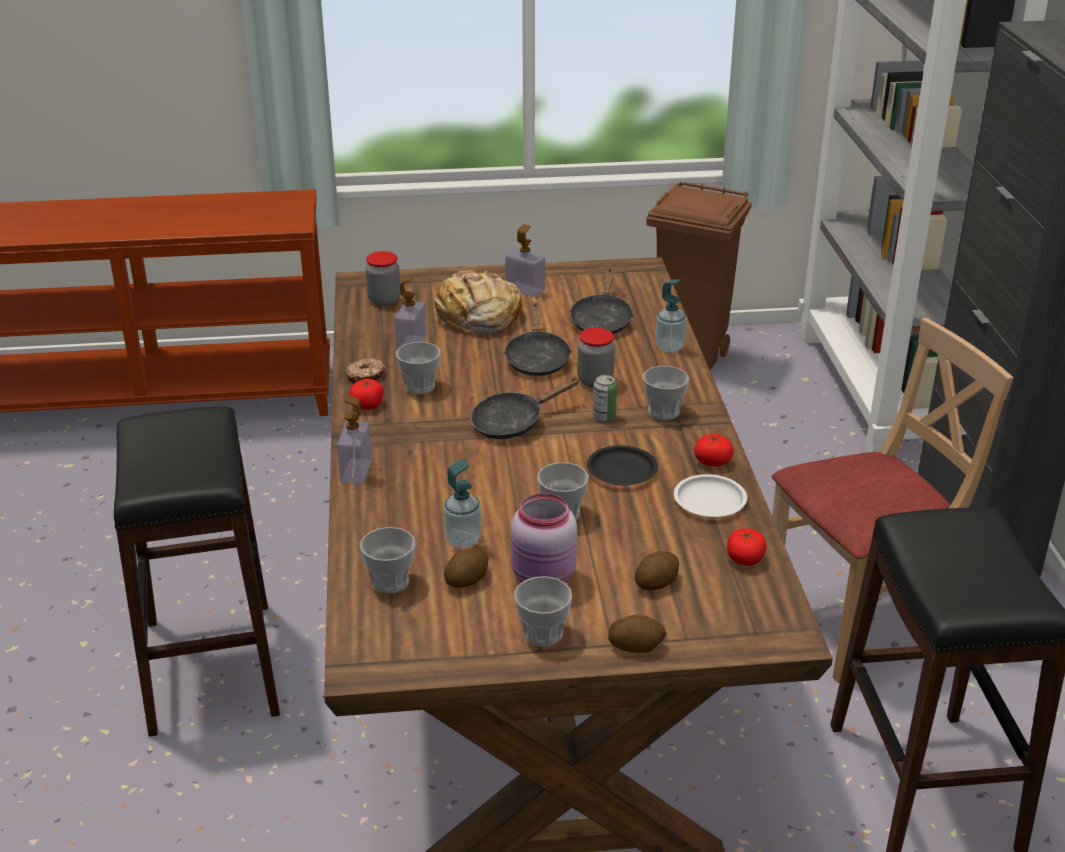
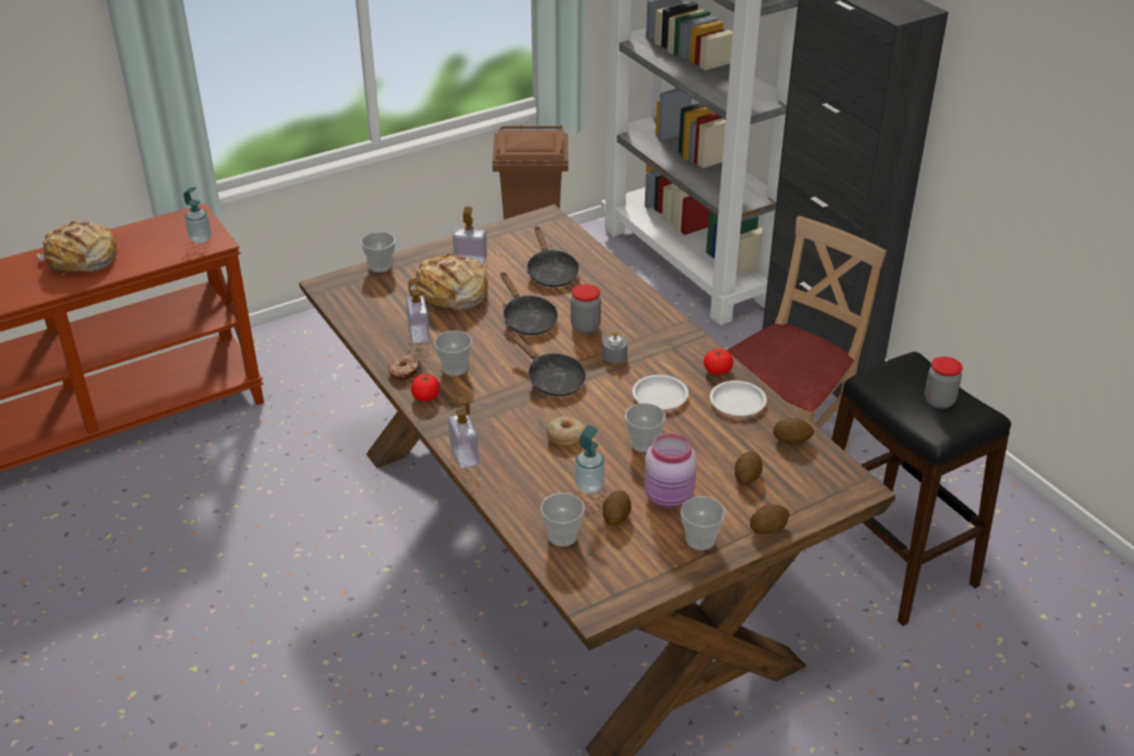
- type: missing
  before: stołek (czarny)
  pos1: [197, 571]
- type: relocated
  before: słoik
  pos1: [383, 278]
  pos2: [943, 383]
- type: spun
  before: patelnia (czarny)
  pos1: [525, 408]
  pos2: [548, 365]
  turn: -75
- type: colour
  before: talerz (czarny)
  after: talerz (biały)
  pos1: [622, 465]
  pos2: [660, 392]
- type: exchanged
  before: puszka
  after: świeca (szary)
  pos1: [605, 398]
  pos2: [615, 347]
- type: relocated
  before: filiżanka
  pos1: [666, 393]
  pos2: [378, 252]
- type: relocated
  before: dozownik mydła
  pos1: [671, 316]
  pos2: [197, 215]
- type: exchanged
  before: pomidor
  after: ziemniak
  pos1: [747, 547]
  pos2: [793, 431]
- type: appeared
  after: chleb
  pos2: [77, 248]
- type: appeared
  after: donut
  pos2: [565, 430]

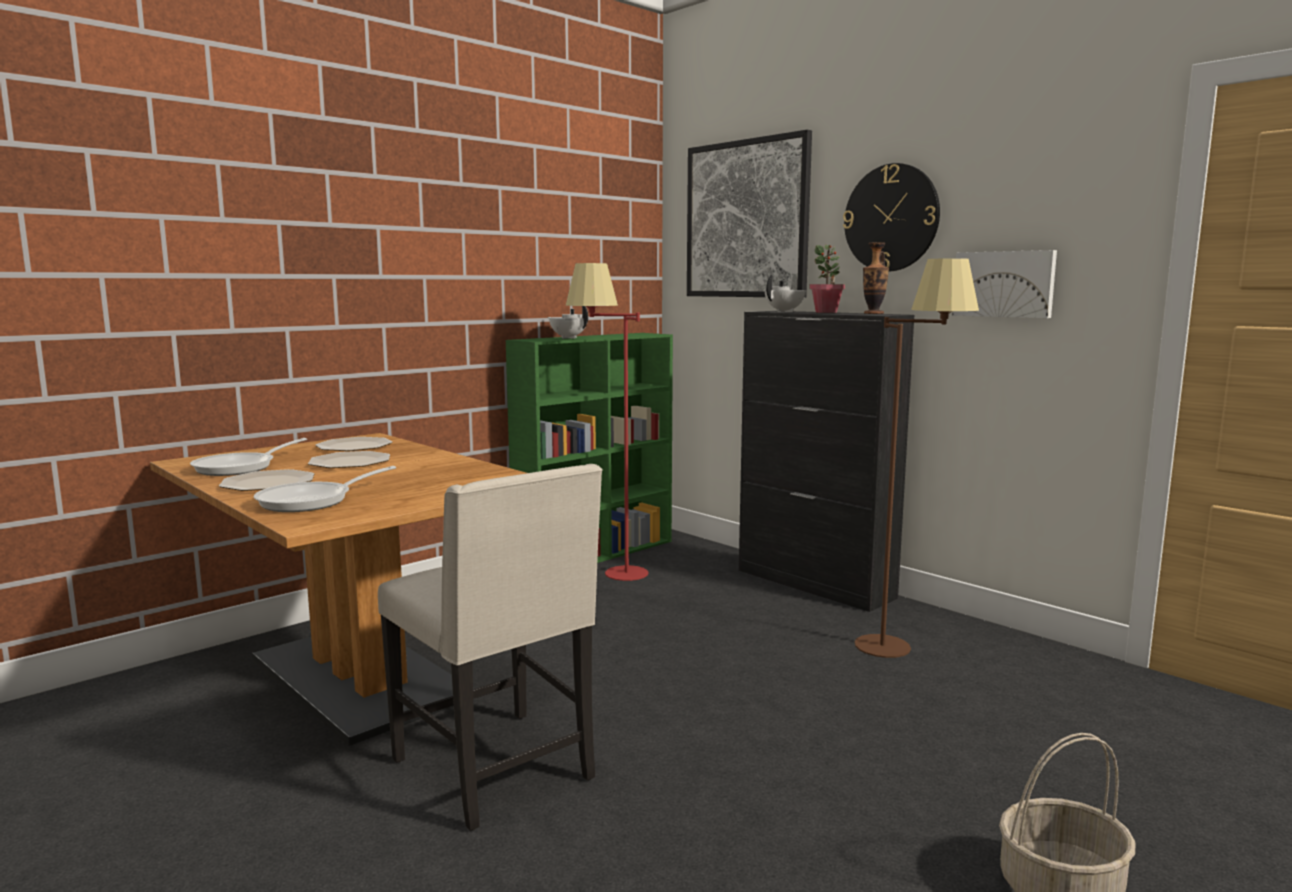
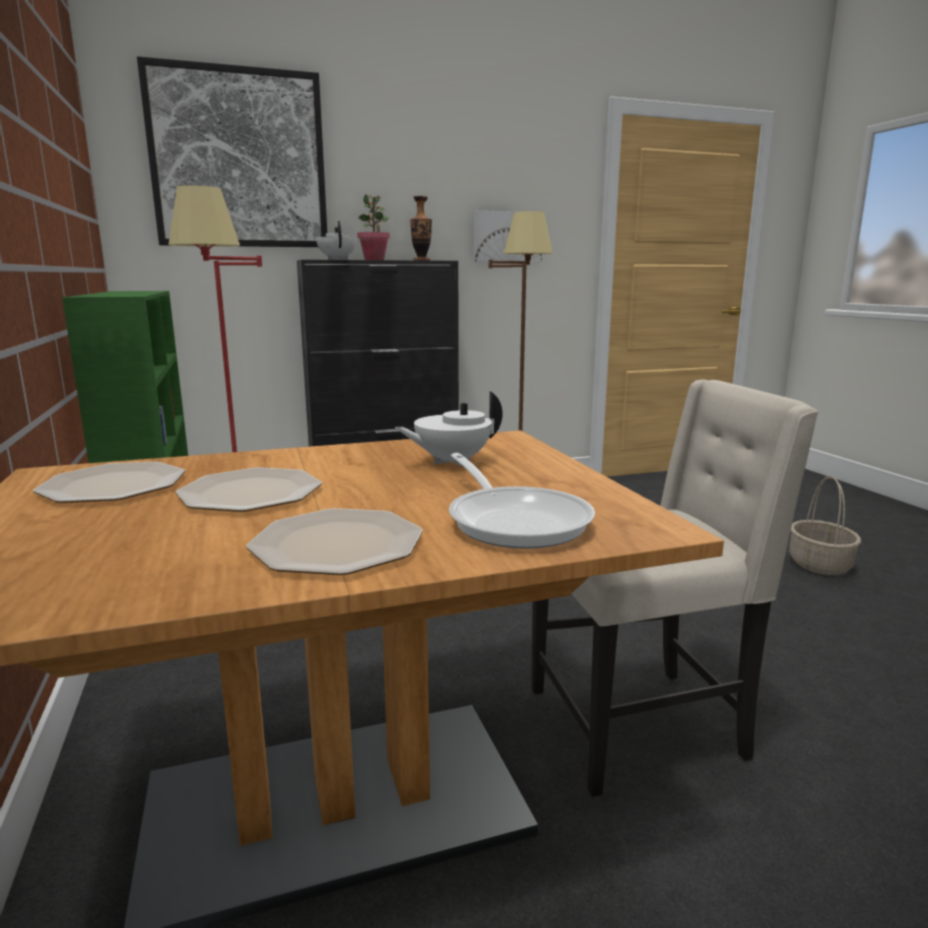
- type: missing
  before: patelnia
  pos1: [248, 457]
- type: relocated
  before: imbryk (biały)
  pos1: [568, 322]
  pos2: [448, 428]
- type: missing
  before: zegar ścienny
  pos1: [891, 217]

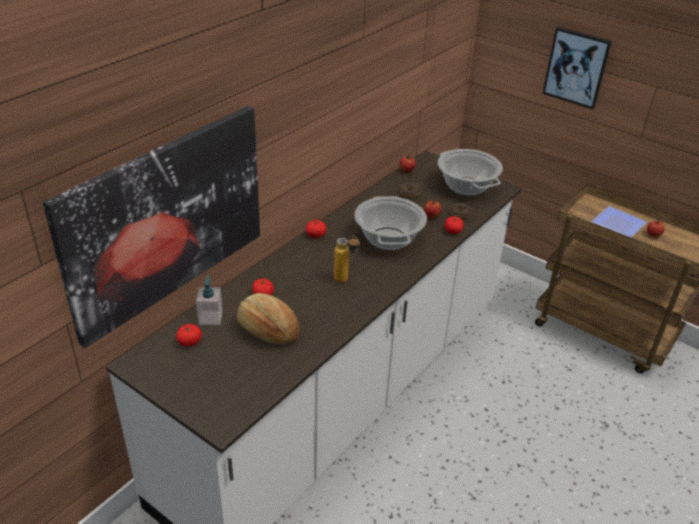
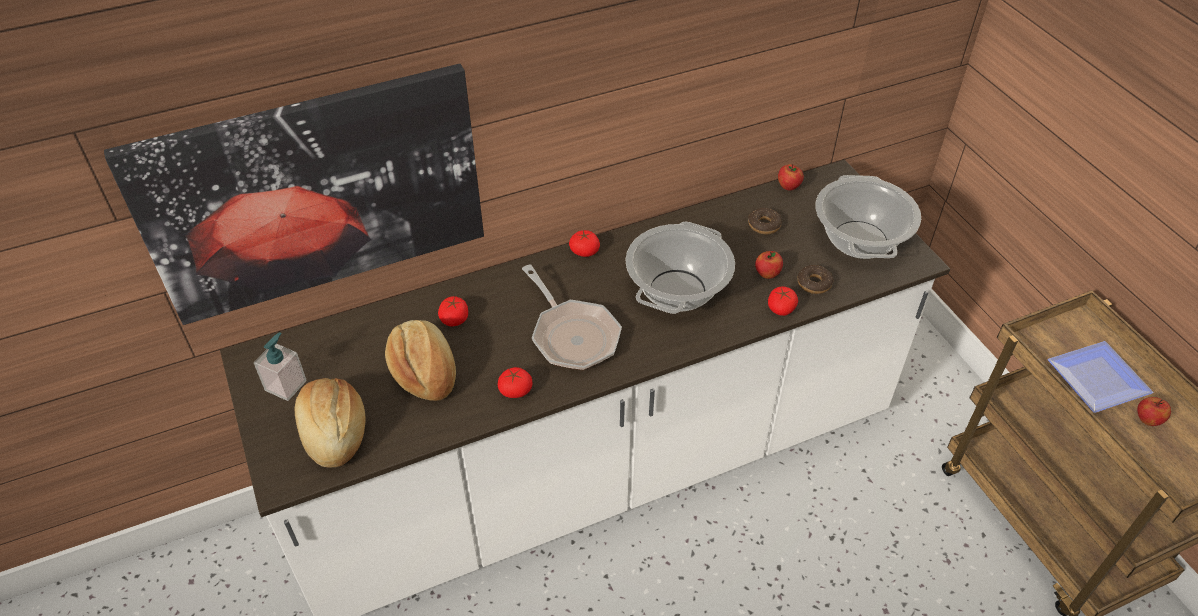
- type: relocated
  before: pomidor
  pos1: [189, 335]
  pos2: [515, 382]
- type: relocated
  before: dozownik mydła
  pos1: [209, 300]
  pos2: [280, 366]
- type: exchanged
  before: butelka
  after: patelnia
  pos1: [347, 259]
  pos2: [572, 317]
- type: missing
  before: obraz
  pos1: [577, 68]
- type: appeared
  after: chleb
  pos2: [330, 423]

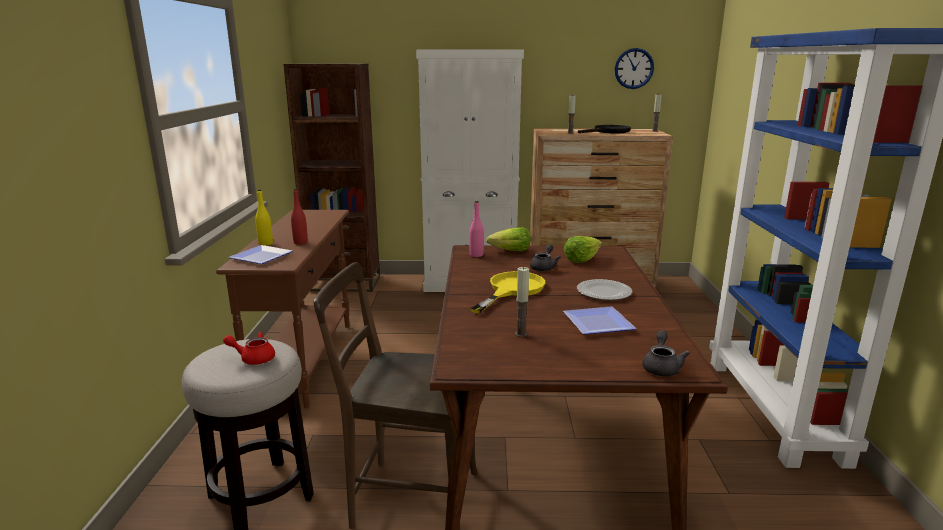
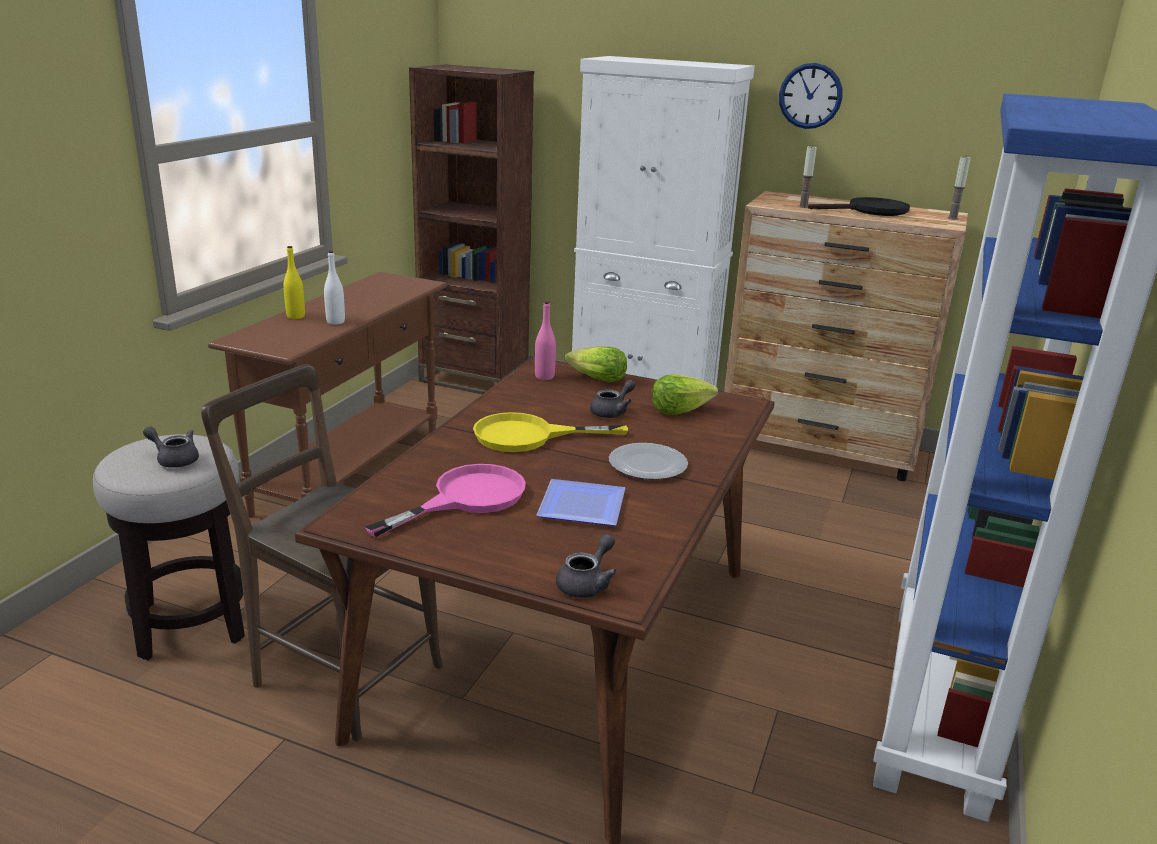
- type: colour
  before: imbryk (czerwony)
  after: imbryk (szary)
  pos1: [249, 348]
  pos2: [171, 447]
- type: missing
  before: talerz
  pos1: [261, 254]
- type: colour
  before: butelka (czerwony)
  after: butelka (biały)
  pos1: [299, 217]
  pos2: [334, 288]
- type: spun
  before: patelnia (żółty)
  pos1: [507, 292]
  pos2: [550, 432]
  turn: -150
- type: exchanged
  before: świeca
  after: patelnia (różowy)
  pos1: [522, 302]
  pos2: [445, 500]
- type: relocated
  before: zegar ścienny
  pos1: [634, 68]
  pos2: [810, 96]

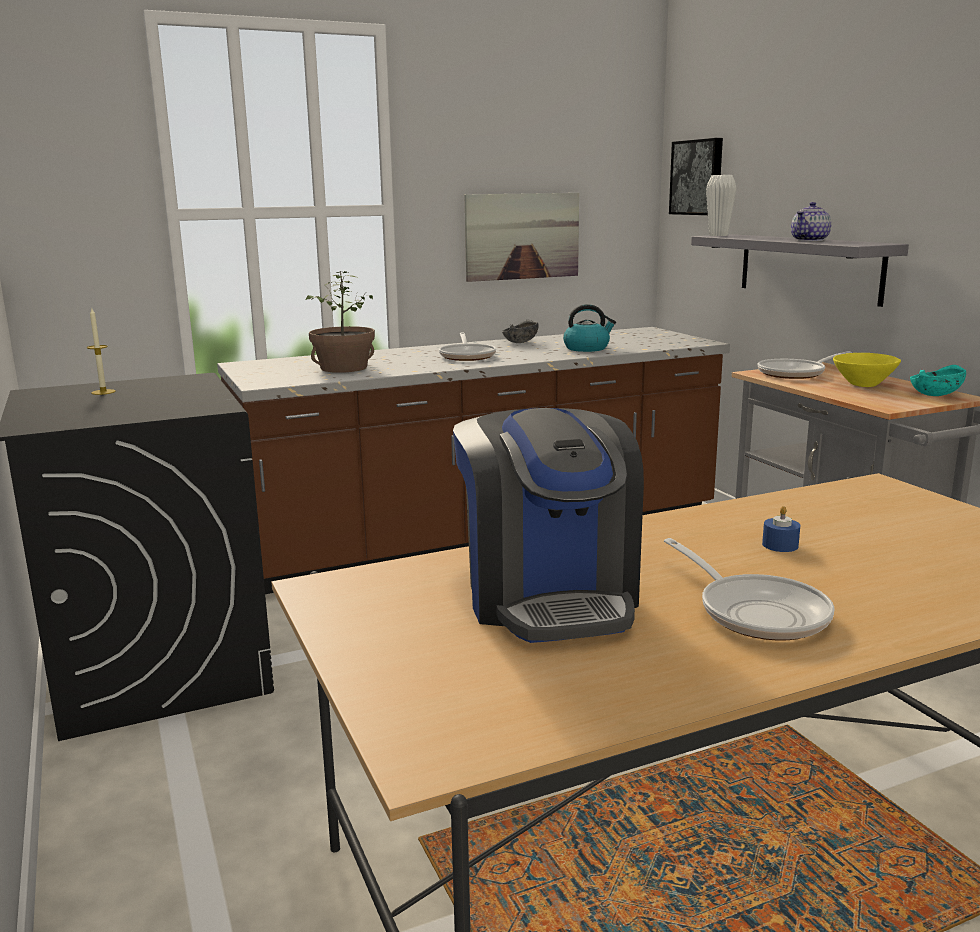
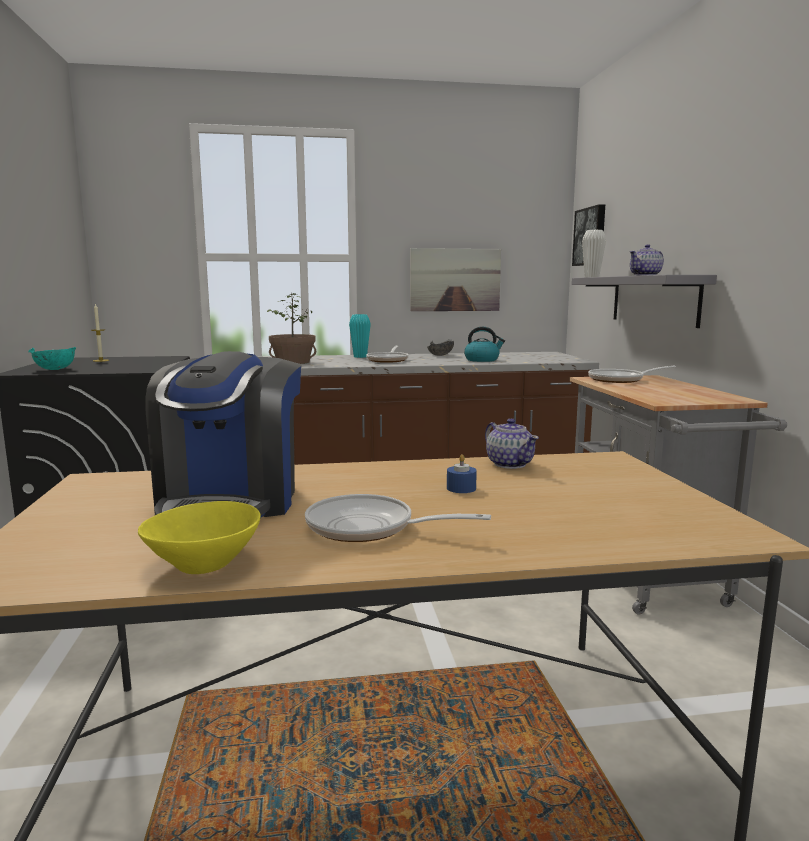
- type: spun
  before: patelnia
  pos1: [749, 589]
  pos2: [398, 518]
  turn: 120
- type: relocated
  before: miska (żółty)
  pos1: [867, 370]
  pos2: [199, 537]
- type: relocated
  before: miska (turkusowy)
  pos1: [938, 380]
  pos2: [52, 358]
- type: appeared
  after: wazon (turkusowy)
  pos2: [360, 336]
- type: appeared
  after: imbryk
  pos2: [512, 443]

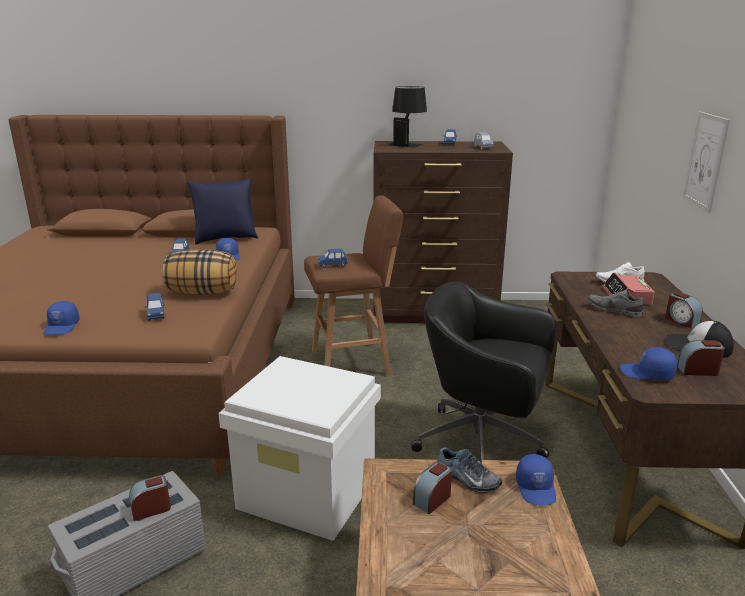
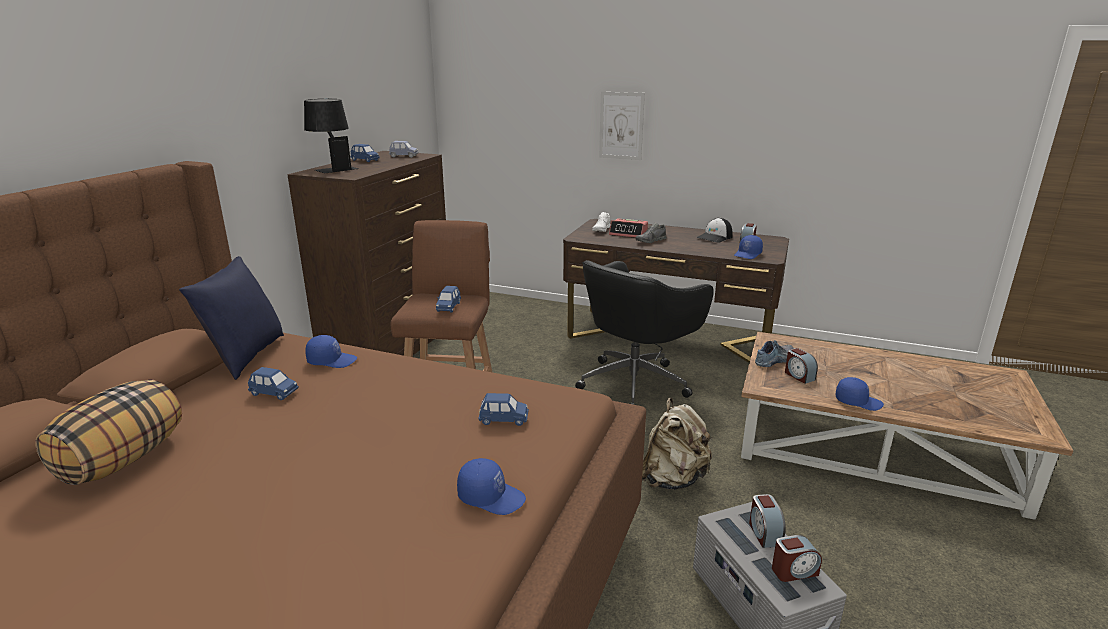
- type: relocated
  before: poduszka
  pos1: [199, 272]
  pos2: [108, 432]
- type: exchanged
  before: pojemnik do przechowywania (biały)
  after: plecak (beżowy)
  pos1: [299, 448]
  pos2: [677, 444]
- type: relocated
  before: czapka z daszkiem (niebieski)
  pos1: [536, 480]
  pos2: [859, 394]
- type: relocated
  before: budzik
  pos1: [684, 310]
  pos2: [797, 558]

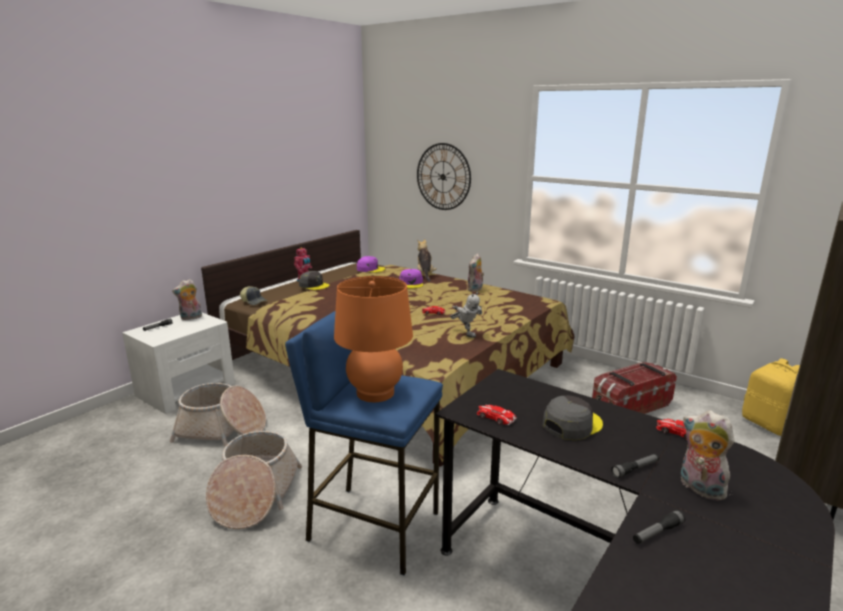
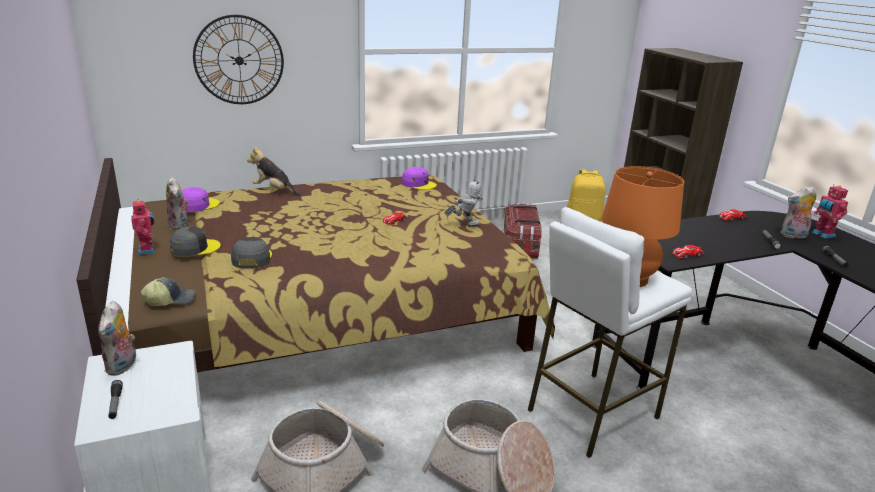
- type: colour
  before: stołek (niebieski)
  after: stołek (biały)
  pos1: [364, 443]
  pos2: [610, 332]
- type: relocated
  before: czapka z daszkiem (fioletowy)
  pos1: [411, 278]
  pos2: [419, 178]
- type: relocated
  before: pluszak
  pos1: [475, 272]
  pos2: [177, 203]
- type: relocated
  before: czapka z daszkiem (szary)
  pos1: [573, 417]
  pos2: [251, 253]
- type: appeared
  after: robot zabawkowy
  pos2: [830, 211]

